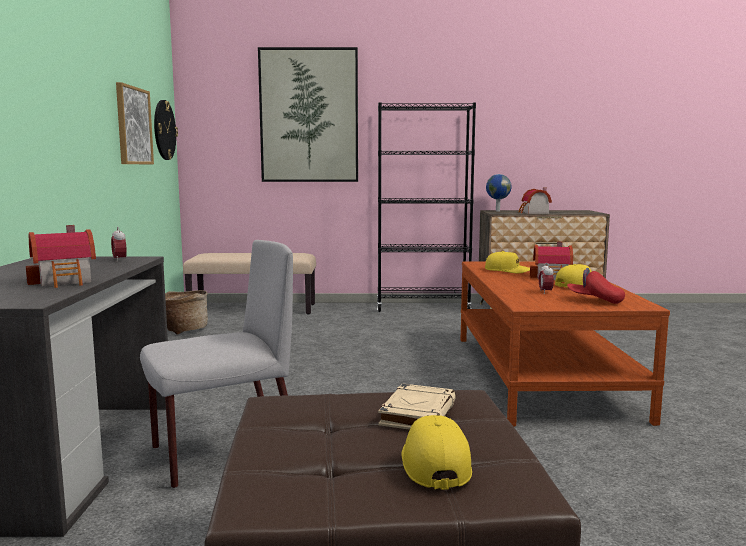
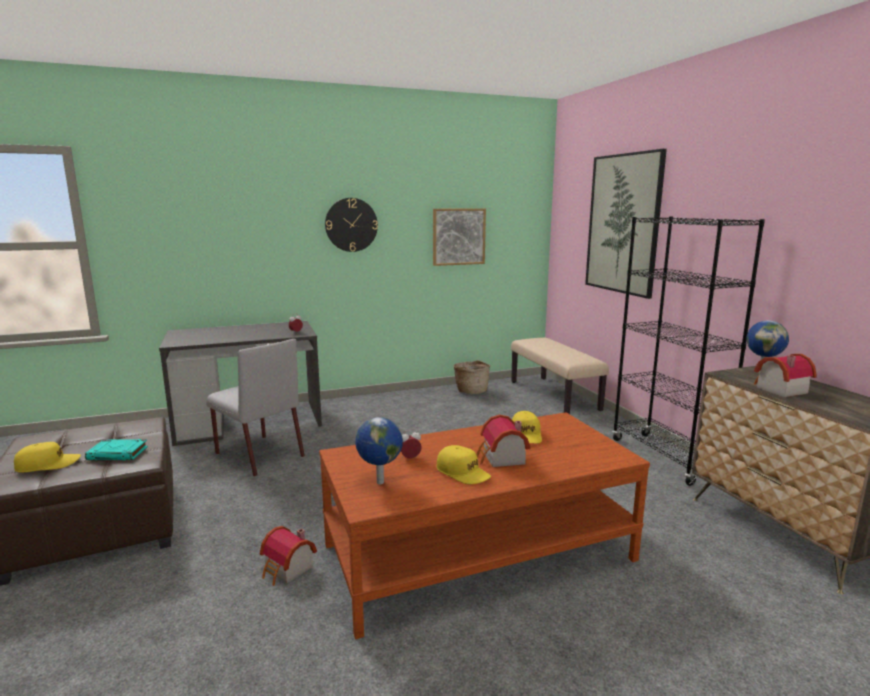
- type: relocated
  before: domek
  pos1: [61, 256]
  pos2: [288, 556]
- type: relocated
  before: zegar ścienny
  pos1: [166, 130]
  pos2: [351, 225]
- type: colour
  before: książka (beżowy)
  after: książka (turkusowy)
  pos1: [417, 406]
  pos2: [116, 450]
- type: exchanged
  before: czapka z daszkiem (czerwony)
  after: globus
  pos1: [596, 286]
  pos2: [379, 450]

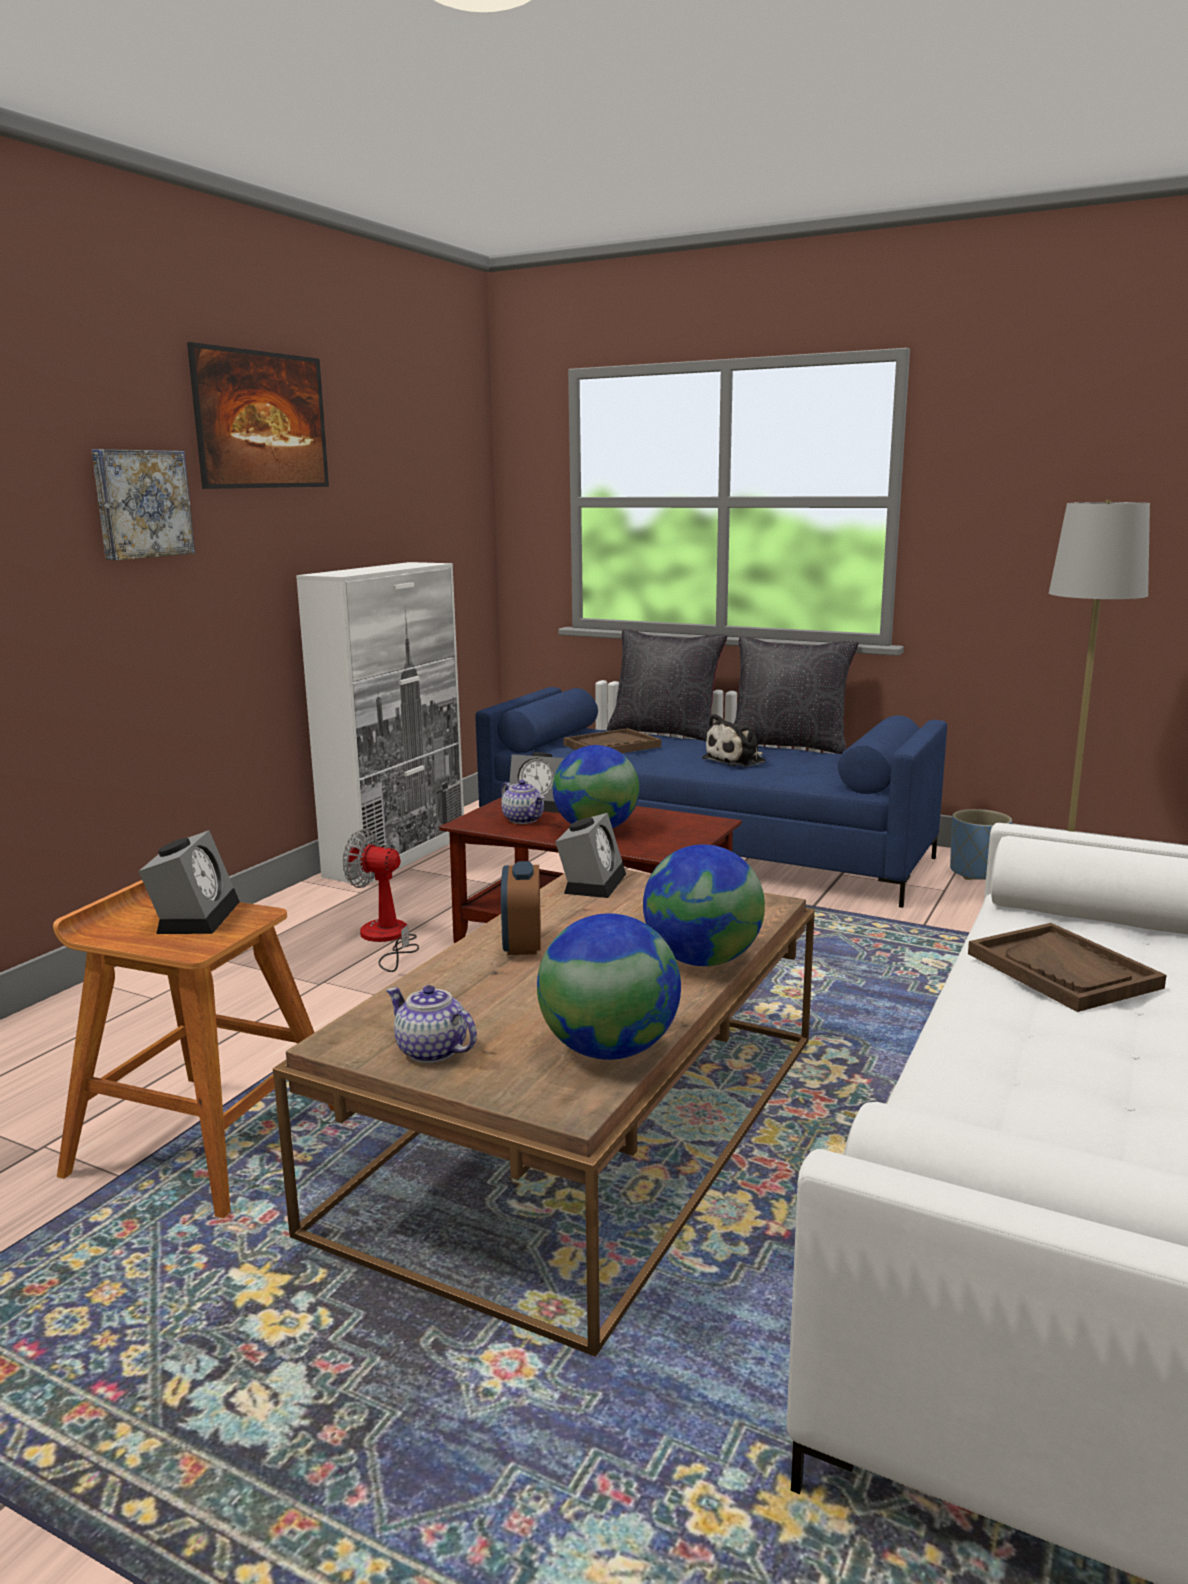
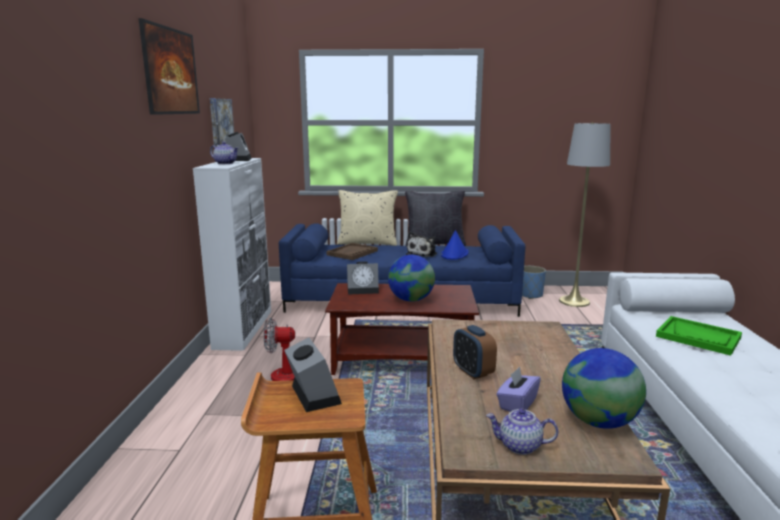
- type: relocated
  before: obraz
  pos1: [143, 504]
  pos2: [222, 122]
- type: relocated
  before: imbryk
  pos1: [522, 802]
  pos2: [224, 153]
- type: relocated
  before: budzik
  pos1: [590, 855]
  pos2: [238, 146]
- type: colour
  before: poduszka (czarny)
  after: poduszka (beżowy)
  pos1: [667, 685]
  pos2: [367, 218]
- type: missing
  before: globus
  pos1: [704, 905]
- type: colour
  before: taca (brązowy)
  after: taca (zielony)
  pos1: [1067, 967]
  pos2: [699, 336]
- type: appeared
  after: kapelusz (niebieski)
  pos2: [455, 245]
- type: appeared
  after: pudełko chusteczek (fioletowy)
  pos2: [518, 389]

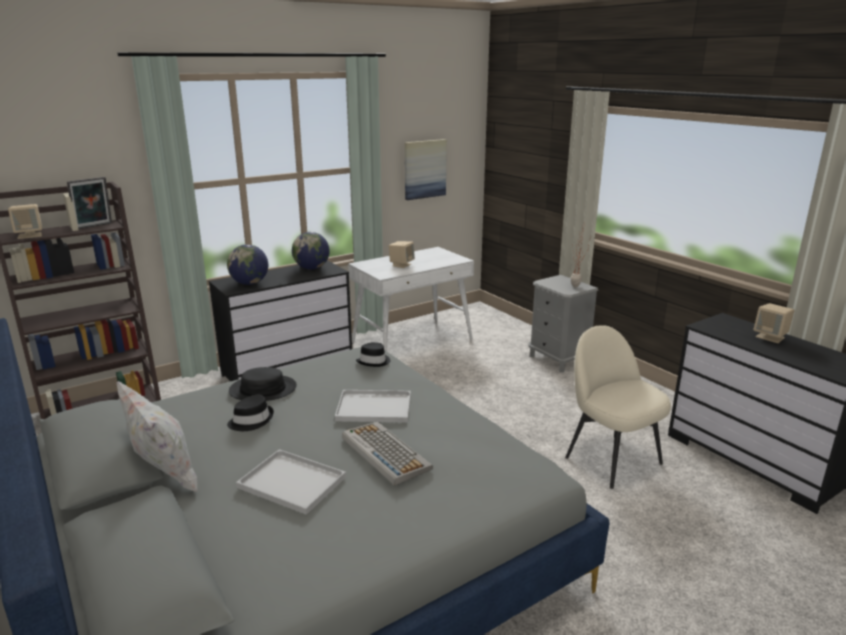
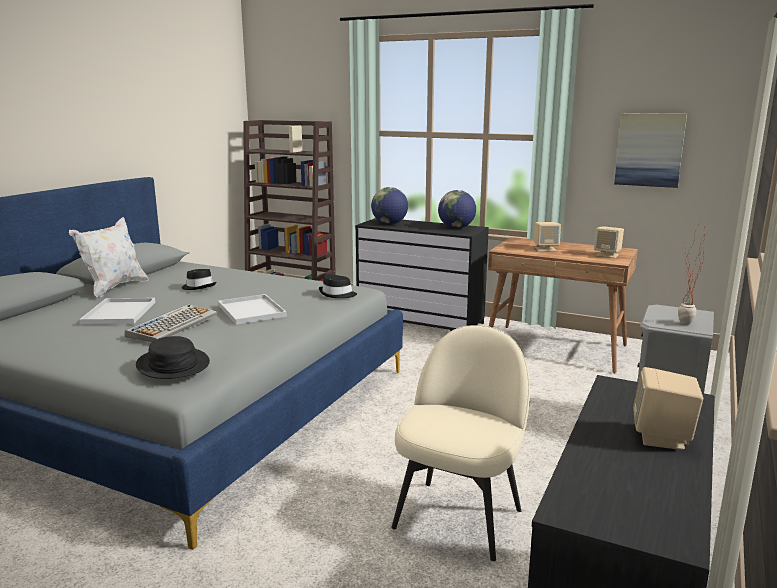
- type: relocated
  before: głośnik (beżowy)
  pos1: [25, 221]
  pos2: [609, 242]
- type: missing
  before: ramka na zdjęcie
  pos1: [89, 203]
- type: relocated
  before: kapelusz (czarny)
  pos1: [263, 384]
  pos2: [173, 357]
- type: colour
  before: biurko (biały)
  after: biurko (brązowy)
  pos1: [411, 299]
  pos2: [563, 305]

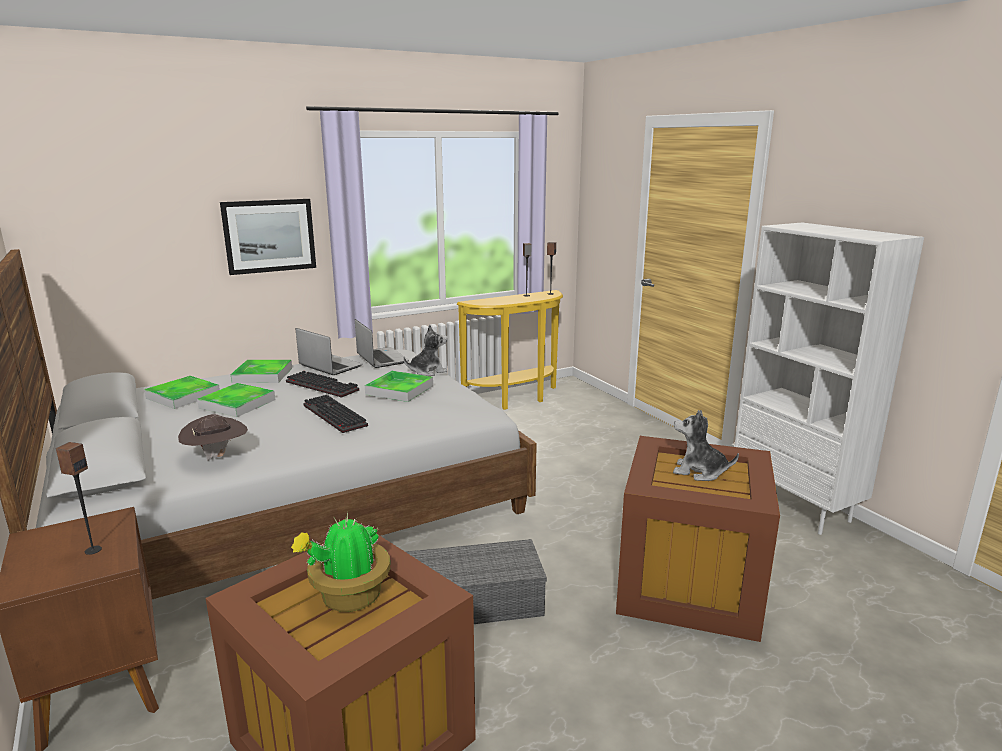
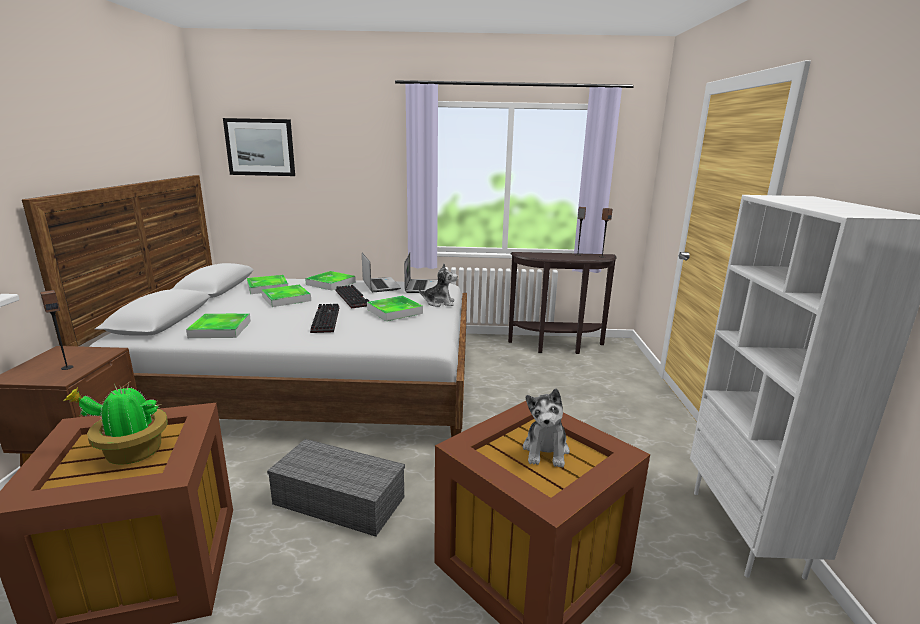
- type: exchanged
  before: kapelusz (brązowy)
  after: taca
  pos1: [213, 437]
  pos2: [218, 325]
- type: relocated
  before: obraz
  pos1: [268, 237]
  pos2: [259, 147]
- type: colour
  before: stolik konsolowy (żółty)
  after: stolik konsolowy (brązowy)
  pos1: [510, 350]
  pos2: [562, 303]
- type: spun
  before: pluszak
  pos1: [706, 445]
  pos2: [546, 428]
  turn: -135

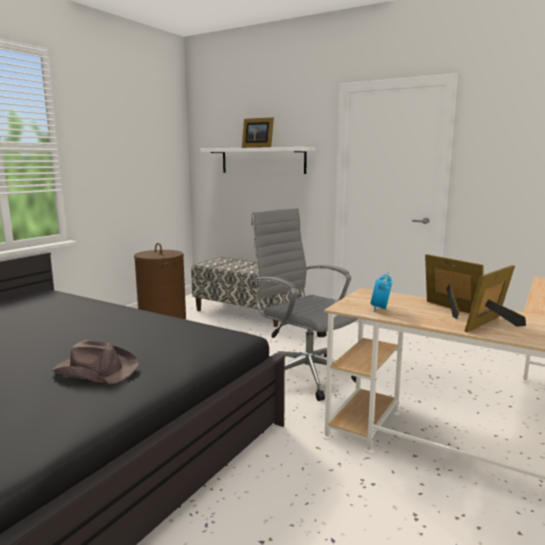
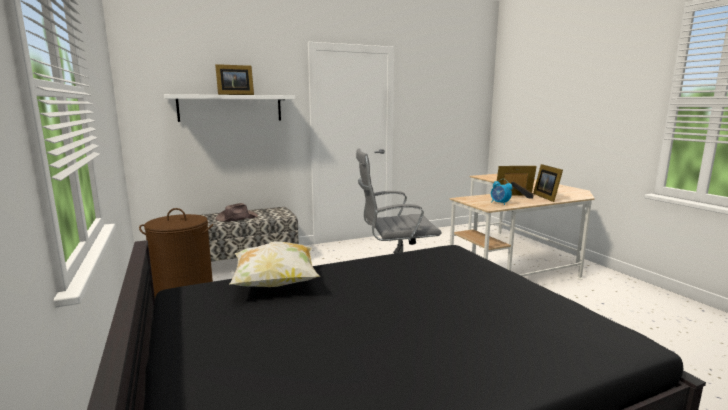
- type: relocated
  before: kapelusz (brązowy)
  pos1: [95, 362]
  pos2: [237, 212]
- type: appeared
  after: poduszka
  pos2: [275, 264]

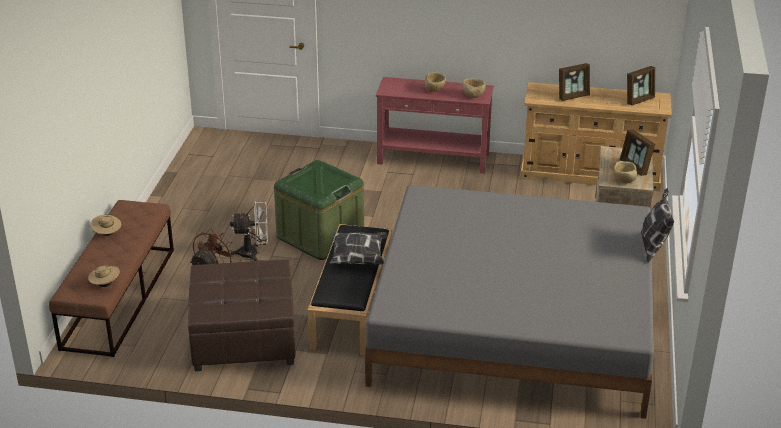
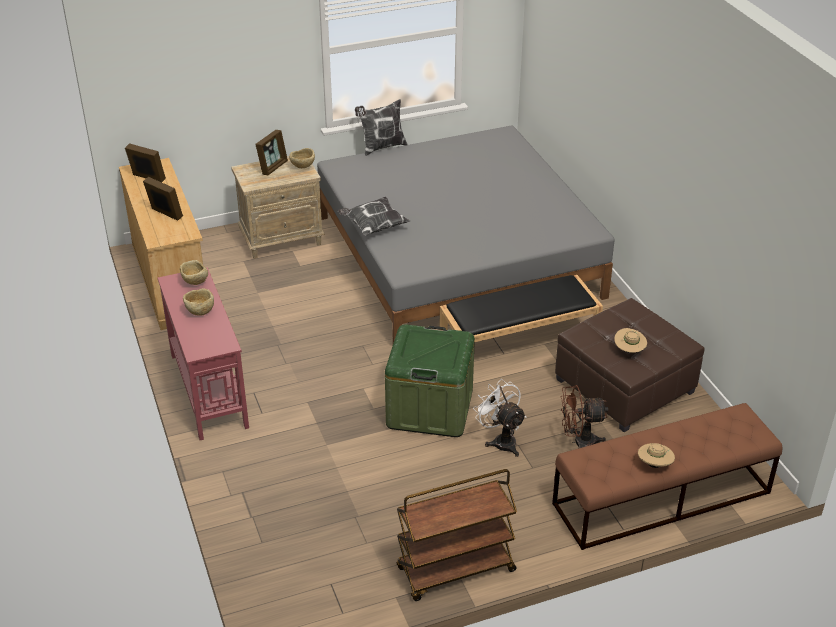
- type: relocated
  before: kapelusz (beżowy)
  pos1: [104, 274]
  pos2: [630, 340]
- type: relocated
  before: poduszka
  pos1: [359, 248]
  pos2: [374, 216]
- type: appeared
  after: wózek (brązowy)
  pos2: [456, 535]

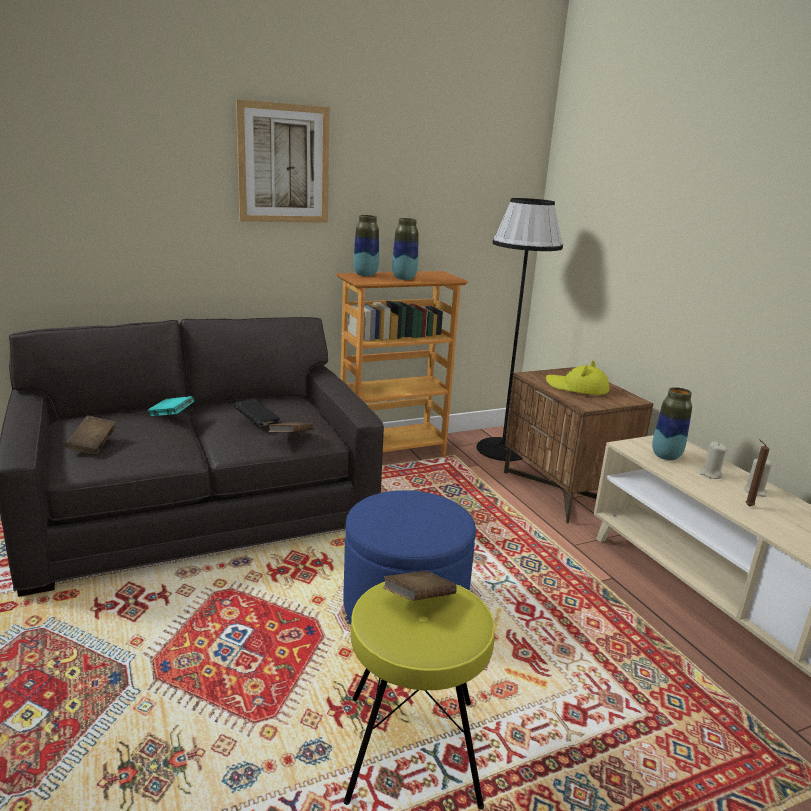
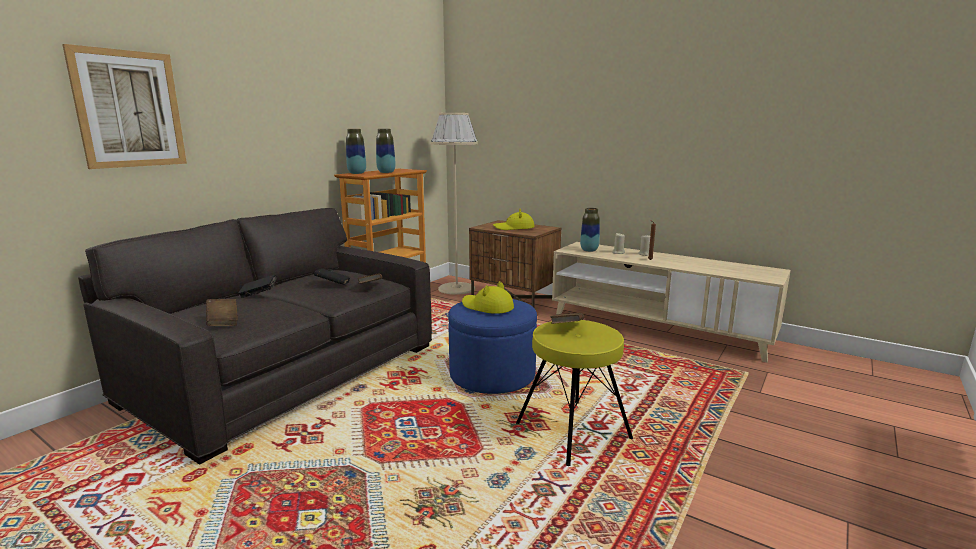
- type: colour
  before: książka (turkusowy)
  after: książka (czarny)
  pos1: [171, 406]
  pos2: [257, 286]
- type: relocated
  before: obraz
  pos1: [283, 161]
  pos2: [124, 106]
- type: colour
  before: lampa stojąca (czarny)
  after: lampa stojąca (beżowy)
  pos1: [519, 329]
  pos2: [454, 204]
- type: appeared
  after: kapelusz (żółty)
  pos2: [488, 297]

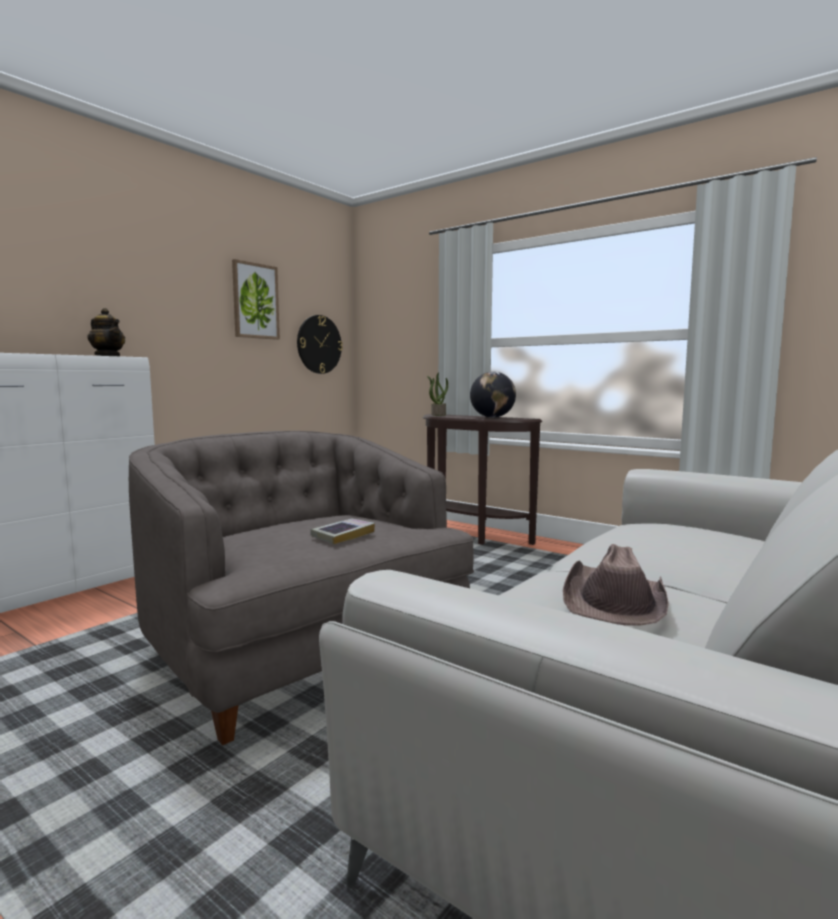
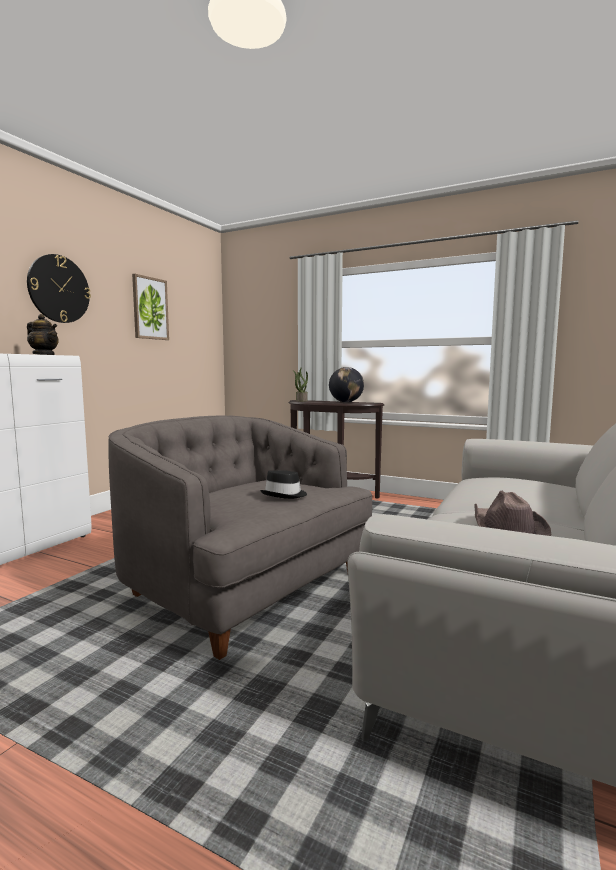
- type: relocated
  before: zegar ścienny
  pos1: [320, 344]
  pos2: [59, 288]
- type: exchanged
  before: książka
  after: kapelusz (czarny)
  pos1: [342, 531]
  pos2: [283, 484]

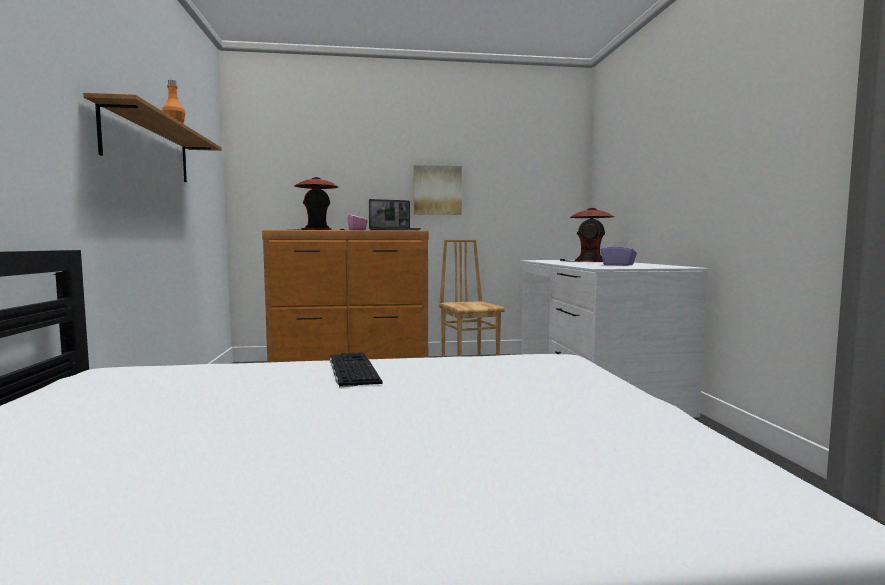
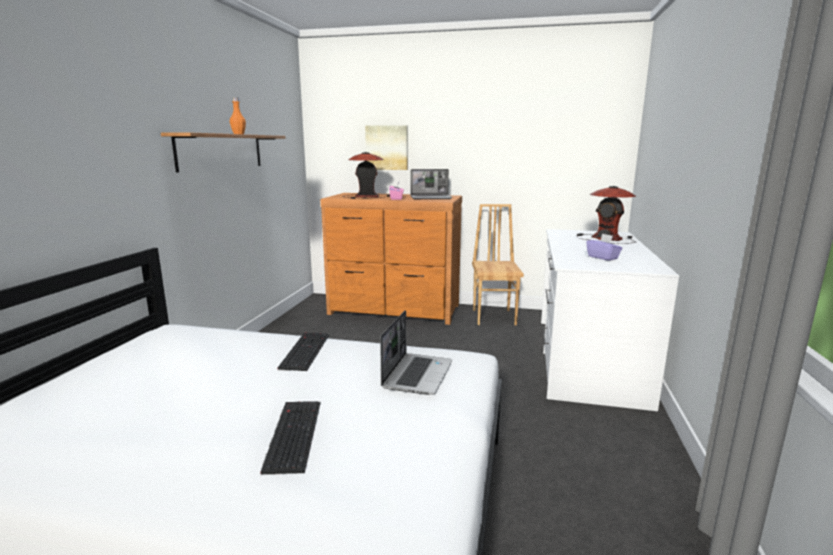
- type: relocated
  before: obraz
  pos1: [438, 190]
  pos2: [386, 147]
- type: appeared
  after: klawiatura
  pos2: [290, 438]
- type: appeared
  after: laptop
  pos2: [416, 352]

